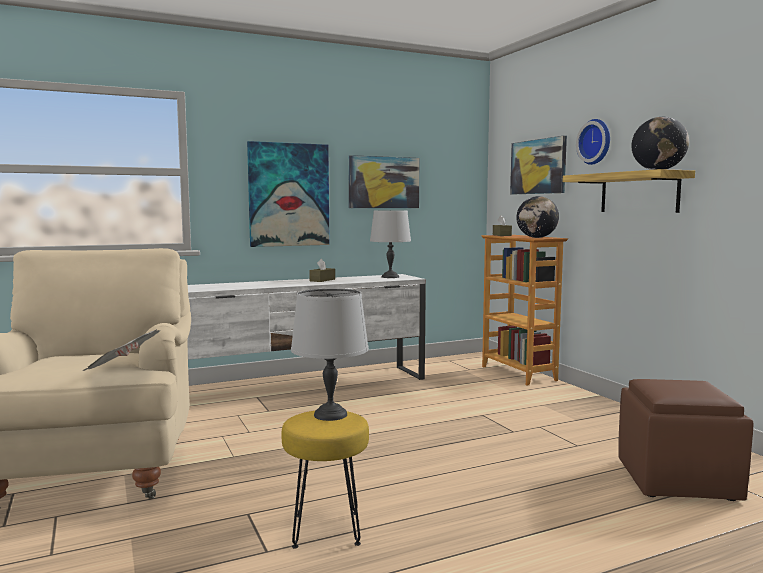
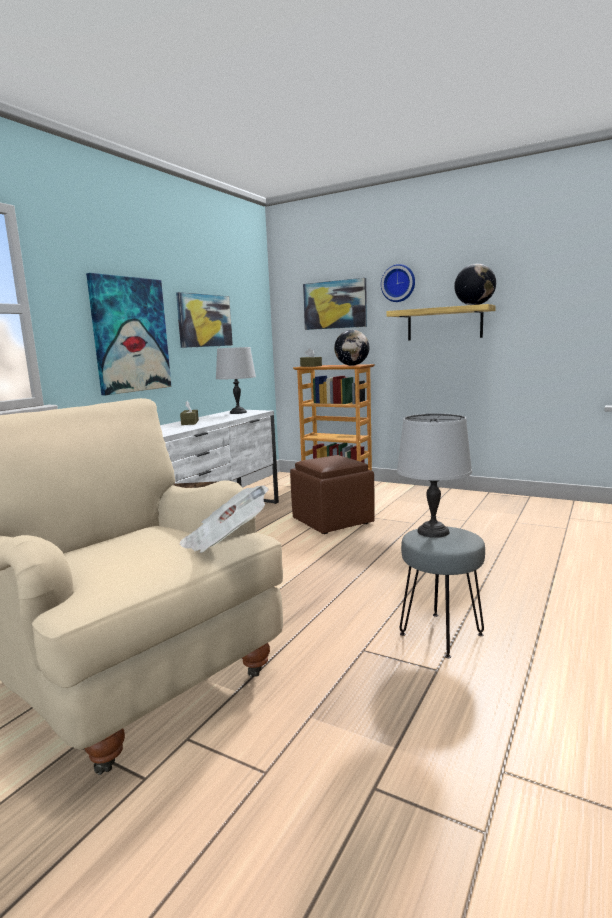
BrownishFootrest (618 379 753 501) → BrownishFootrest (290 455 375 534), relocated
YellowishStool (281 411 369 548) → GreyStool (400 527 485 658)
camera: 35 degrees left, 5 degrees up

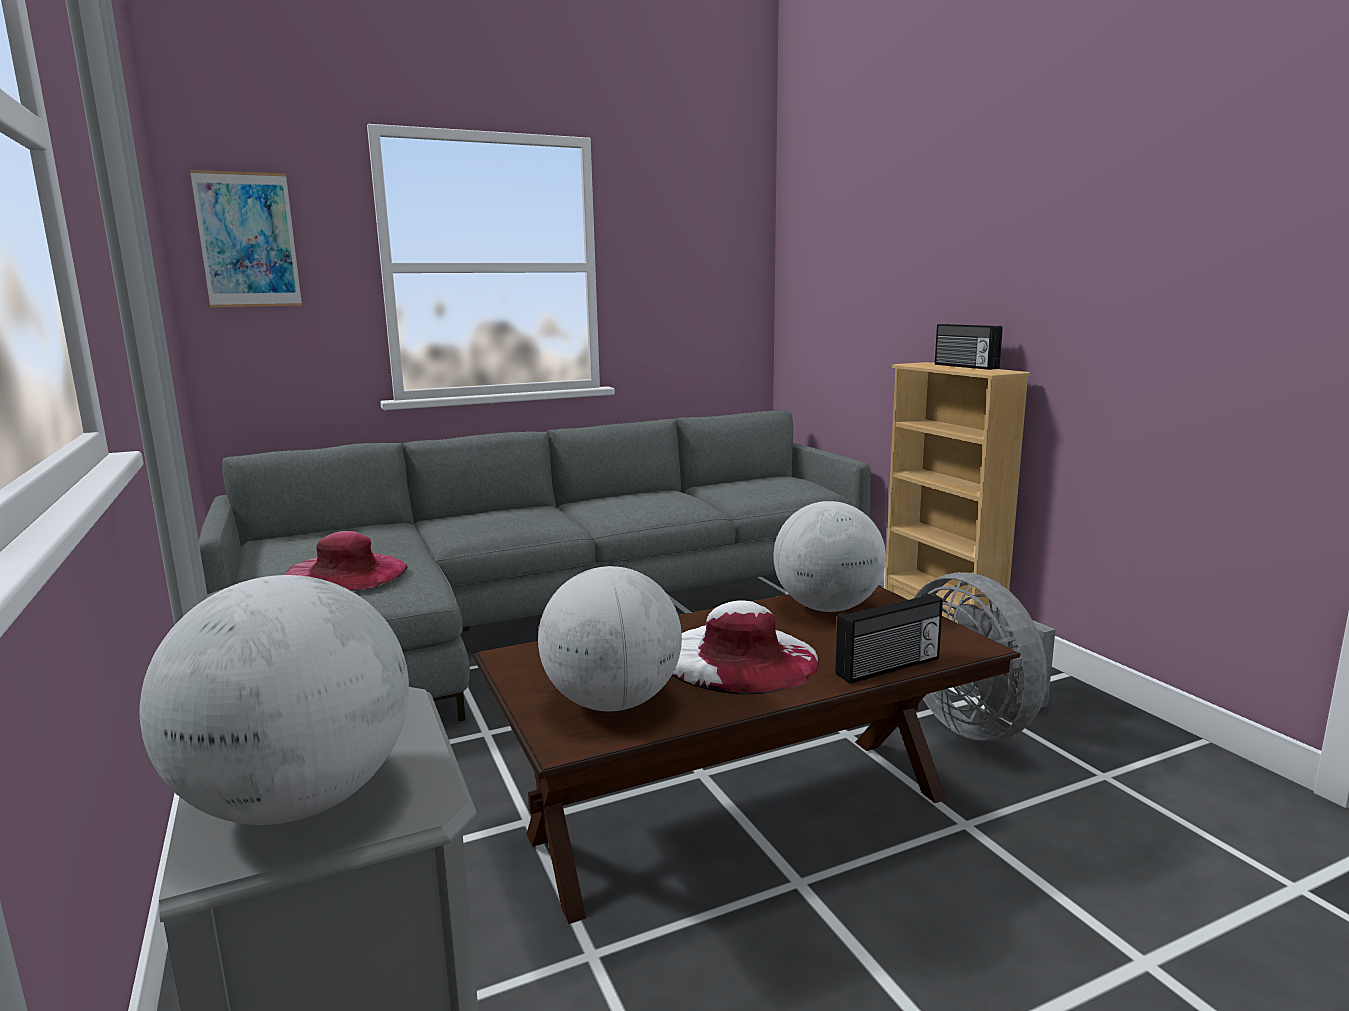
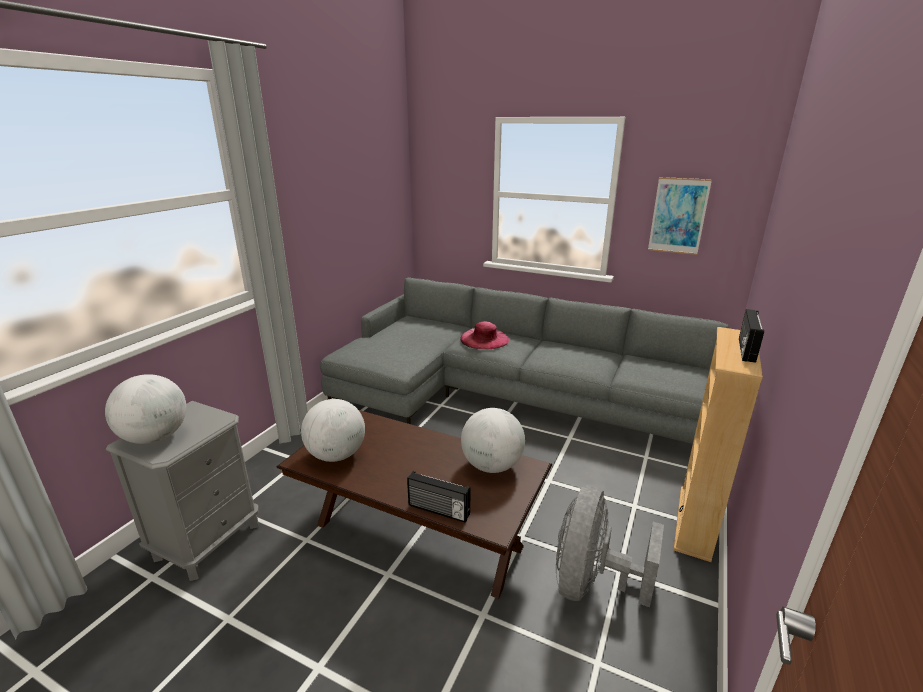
PinkishHat (284 531 408 591) → PinkishHat (460 321 509 350), relocated
WallPicture (190 170 302 307) → WallPicture (648 177 712 255), relocated
WhitishHat (672 601 819 695) → -
camera: 50 degrees right, 10 degrees up

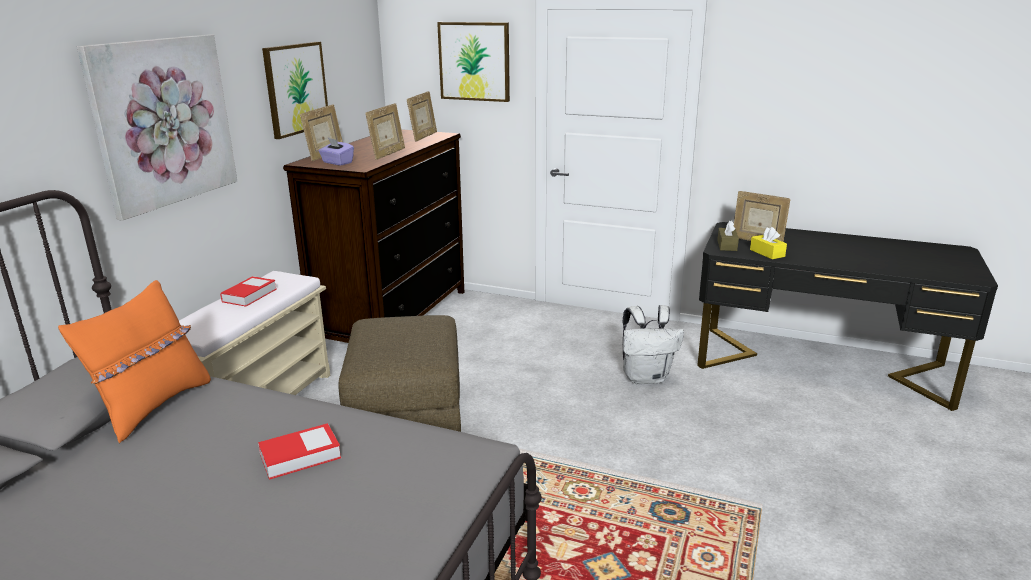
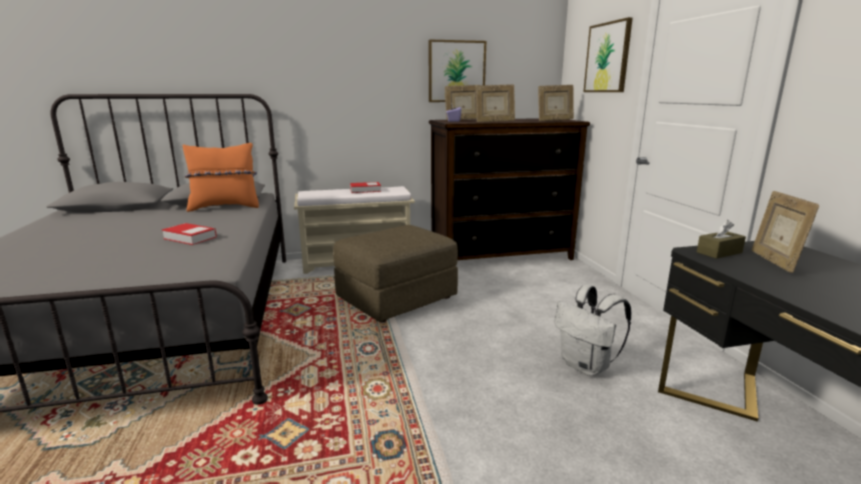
WallPicture (77 34 237 221) → -
YellowishBoxOfTissues (750 227 787 259) → -
camera: 55 degrees right, 5 degrees down

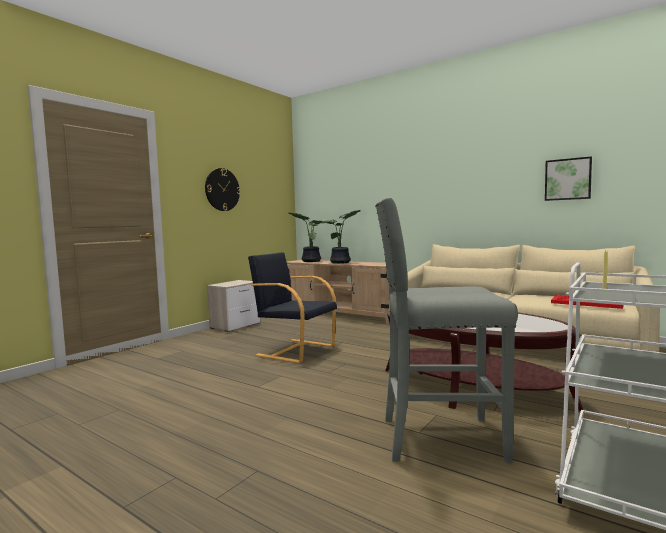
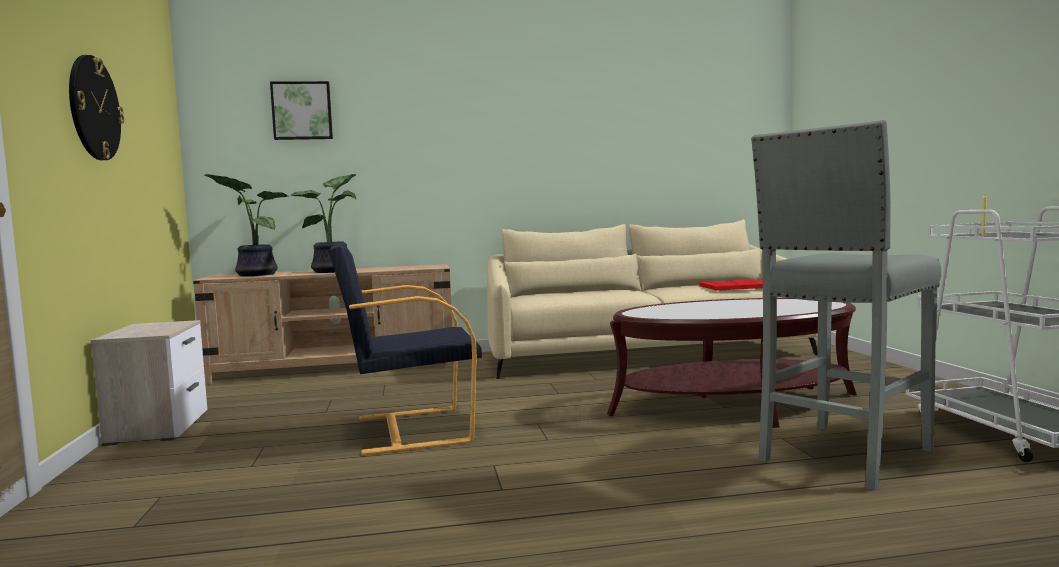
WallPicture (545 156 592 201) → WallPicture (270 81 333 140), relocated
camera: 45 degrees left, 0 degrees up

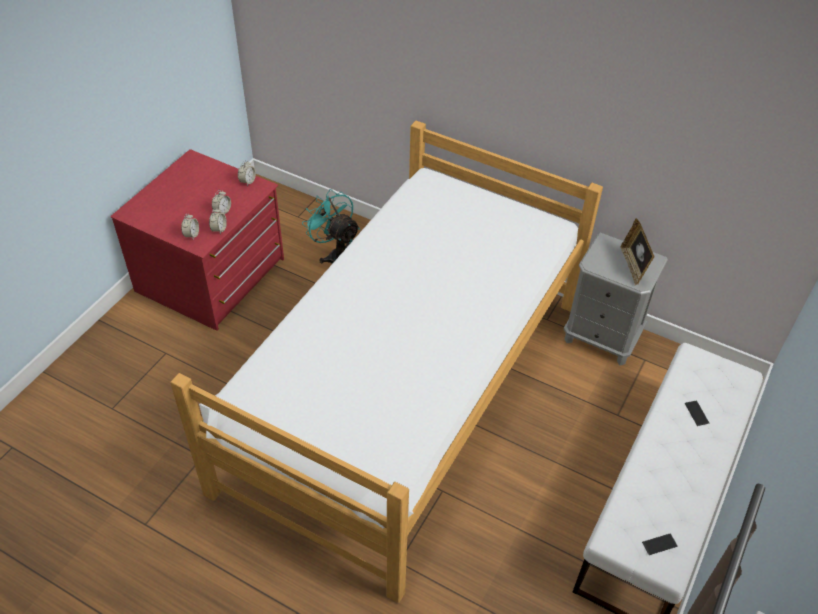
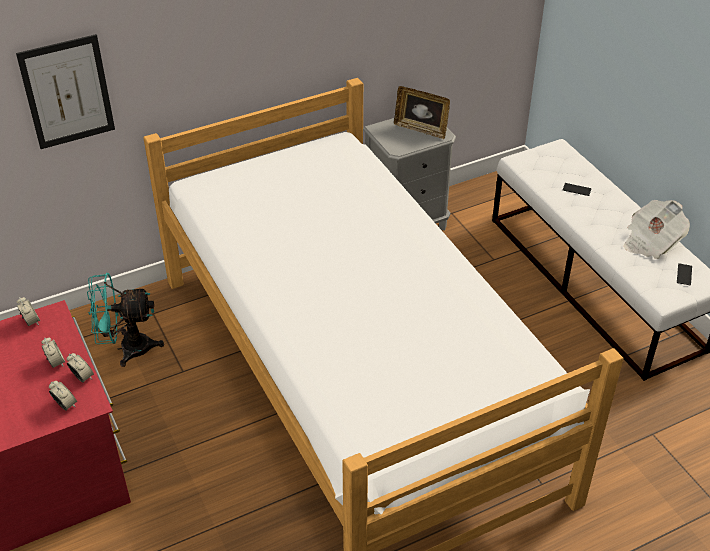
- → WallPicture (16 34 115 149)
- → DailyPaper (623 200 690 259)
camera: 55 degrees left, 5 degrees down

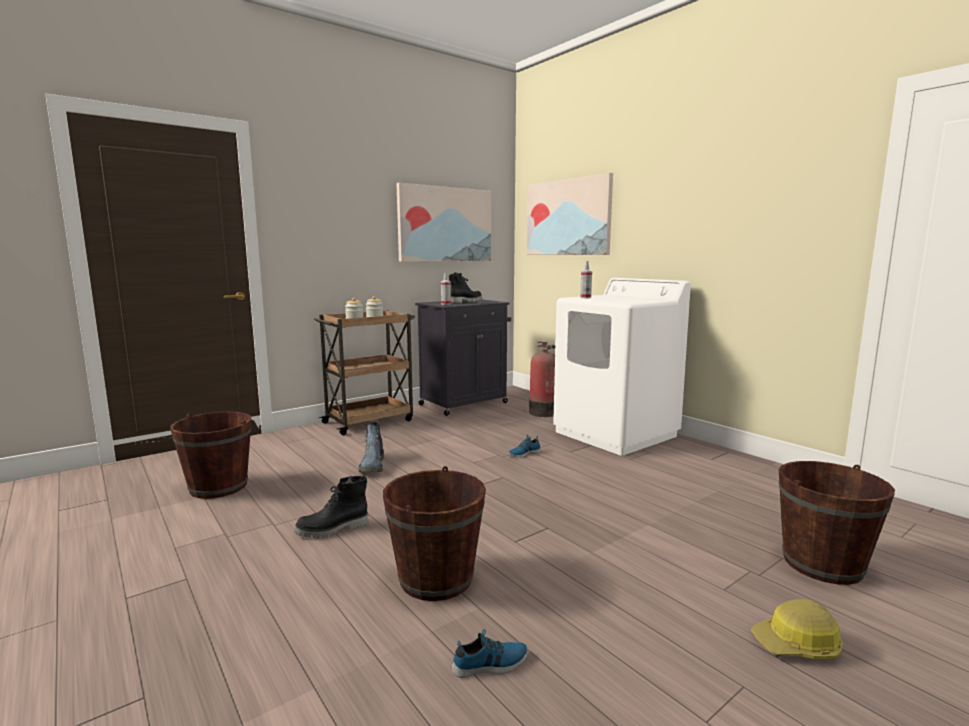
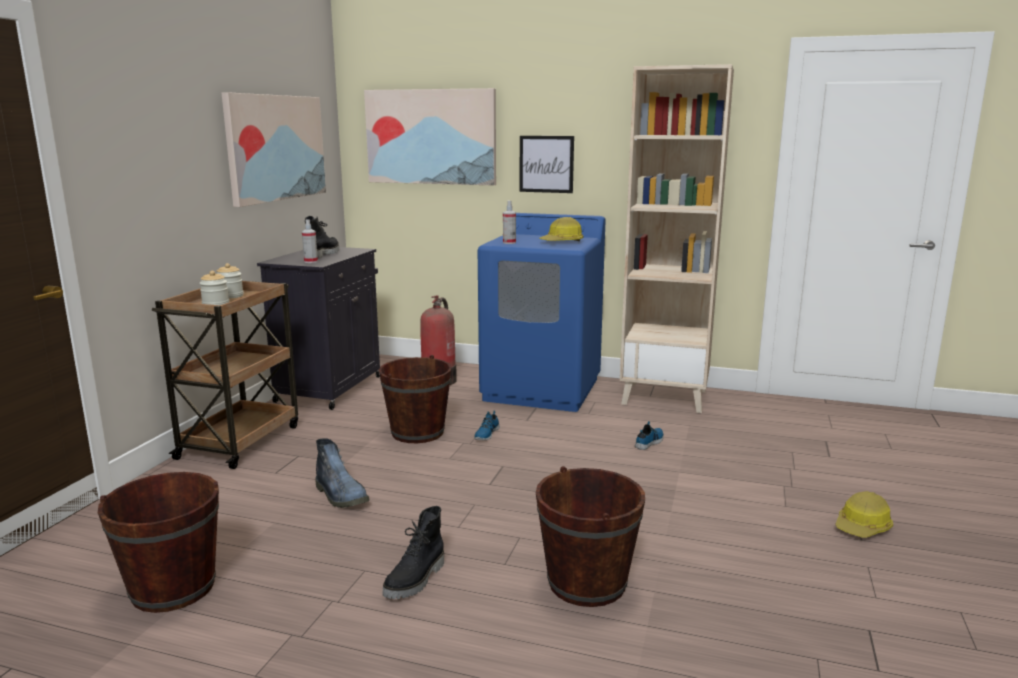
BrownishBucket (779 461 895 585) → BrownishBucket (379 355 452 443), relocated
WhitishWashingMachine (553 278 691 456) → BlueWashingMachine (478 213 606 412)
- → WallPicture (519 136 574 193)
- → WorkHelmet (539 217 584 241)
- → SandColouredShelvingUnit (620 64 734 413)
Shoe (452 629 528 678) → Shoe (635 421 664 450), relocated
camera: 35 degrees left, 5 degrees up

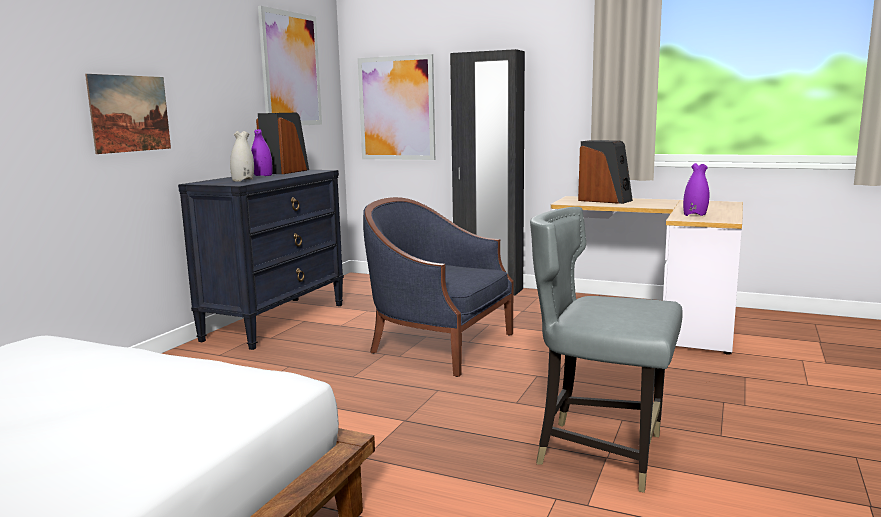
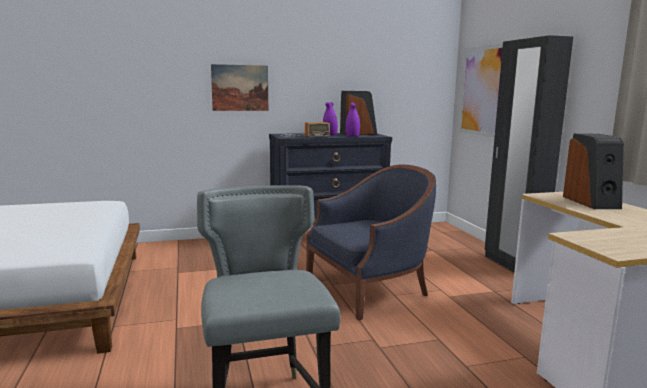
WhitishDecorativeVase (230 131 254 182) → RadioReceiver (283 122 330 137)
BlueArmchair (363 197 513 377) → BlueArmchair (306 164 436 320), 75 degrees clockwise
PurpleDecorativeVase (683 163 709 216) → PurpleDecorativeVase (346 103 360 137), relocated
WallPicture (258 6 322 126) → -
camera: 50 degrees right, 0 degrees up

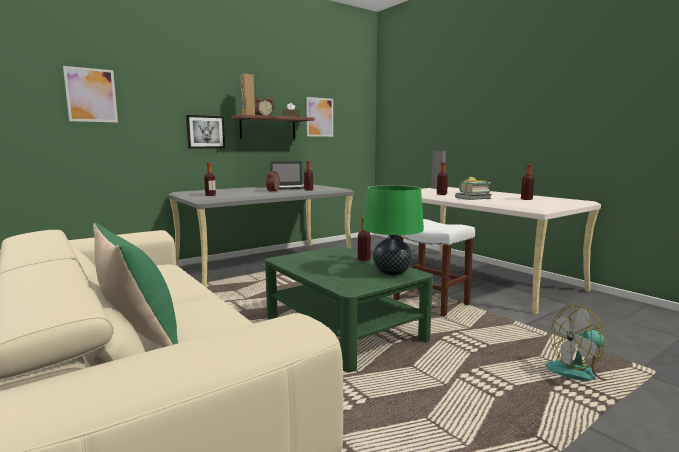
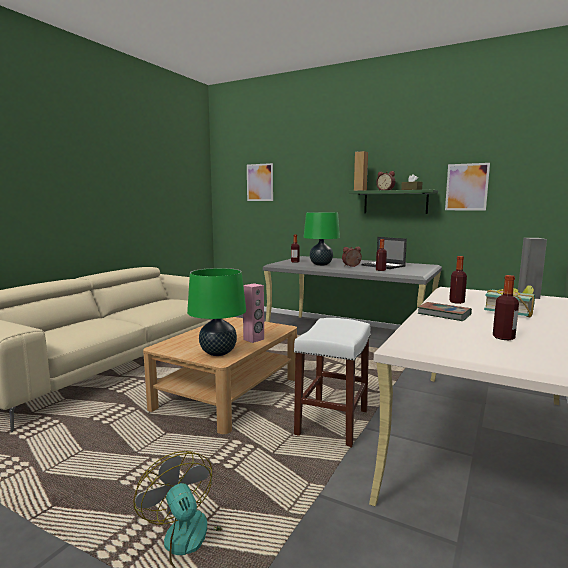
GreenLoungeTable (265 246 433 372) → SandColouredLoungeTable (143 317 297 434)
DrinkBottle (358 218 371 261) → PinkishLoudspeaker (243 283 264 343)
- → GreenLampForATable (303 212 340 266)
BrownishWallShelf (231 114 315 139) → GreenWallShelf (348 190 438 214)
GreenPillow (93 223 178 347) → -
WallPicture (186 115 225 149) → -
camera: 65 degrees right, 0 degrees up

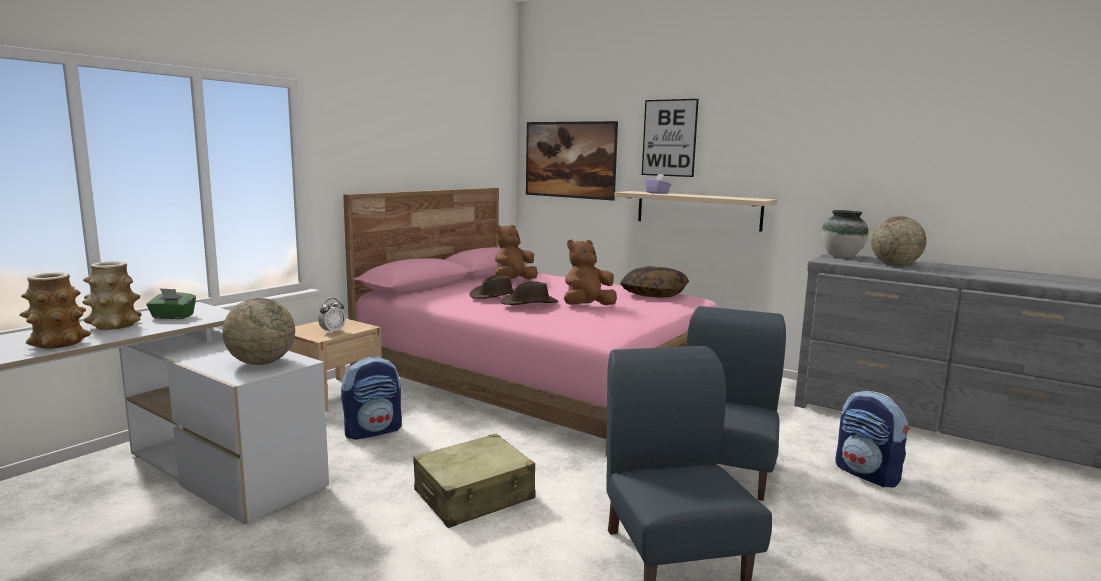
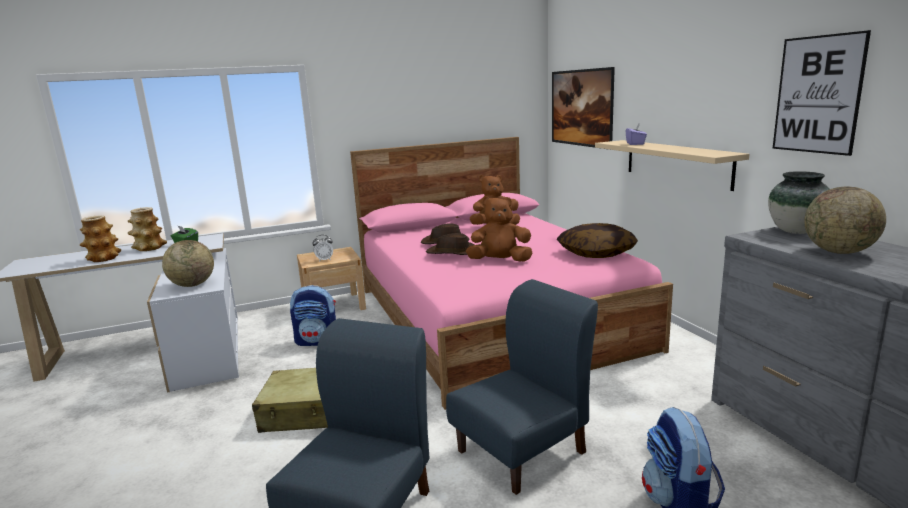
WallPicture (642 99 699 177) → WallPicture (773 30 871 156), relocated
camera: 35 degrees right, 5 degrees up

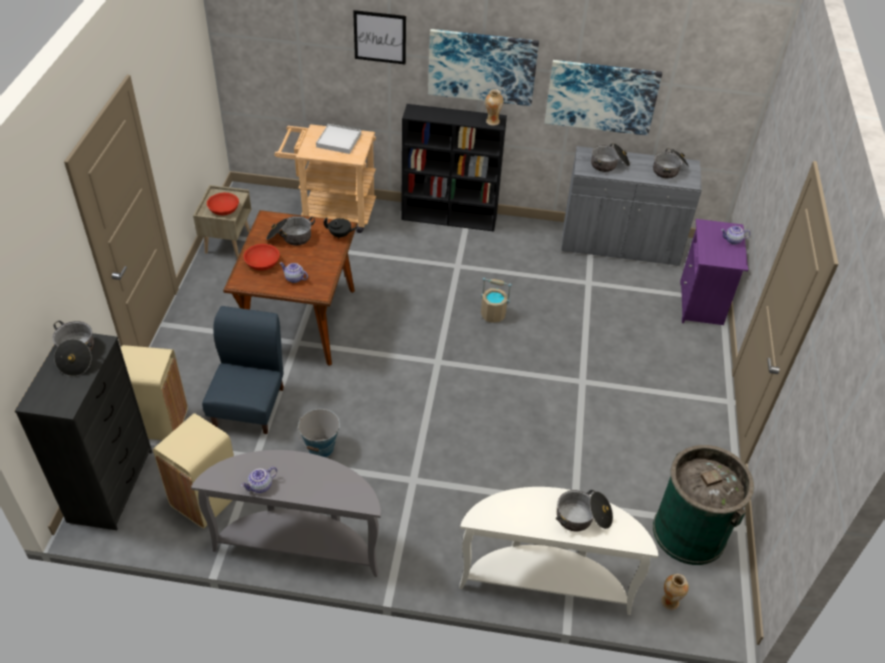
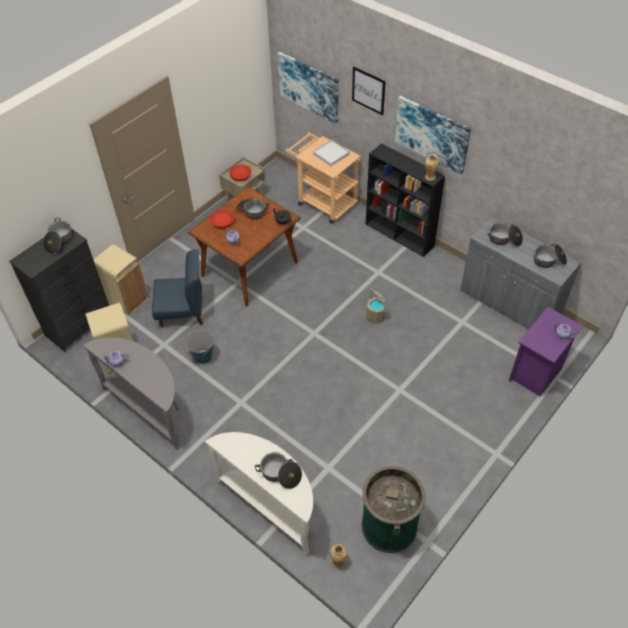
BlueUprightChair (202 306 284 434) → BlueUprightChair (152 249 203 327), 45 degrees clockwise
WallPicture (545 60 662 136) → WallPicture (278 52 339 124), relocated
camera: 35 degrees right, 5 degrees up

